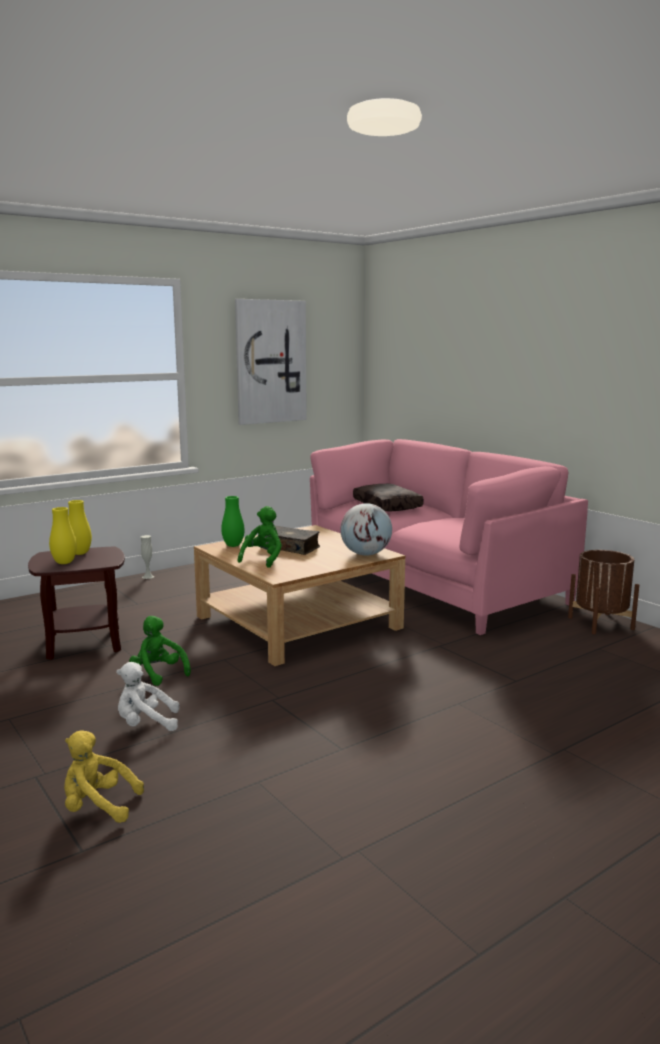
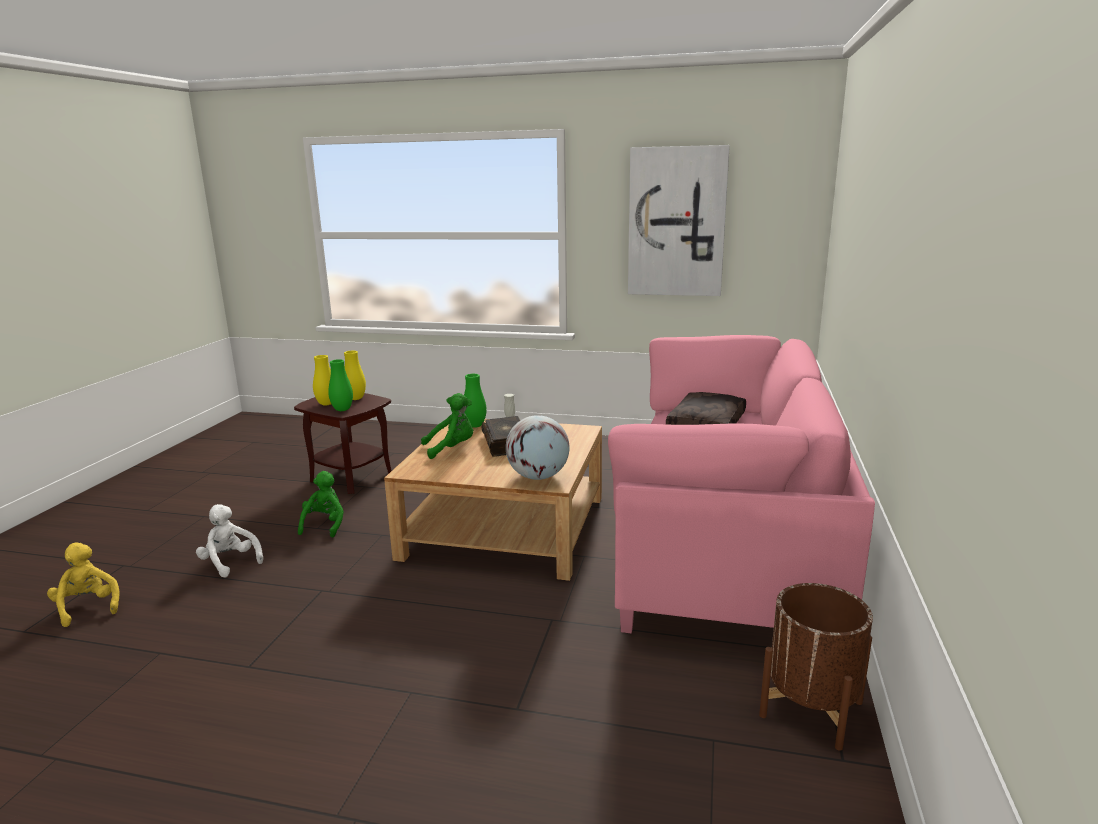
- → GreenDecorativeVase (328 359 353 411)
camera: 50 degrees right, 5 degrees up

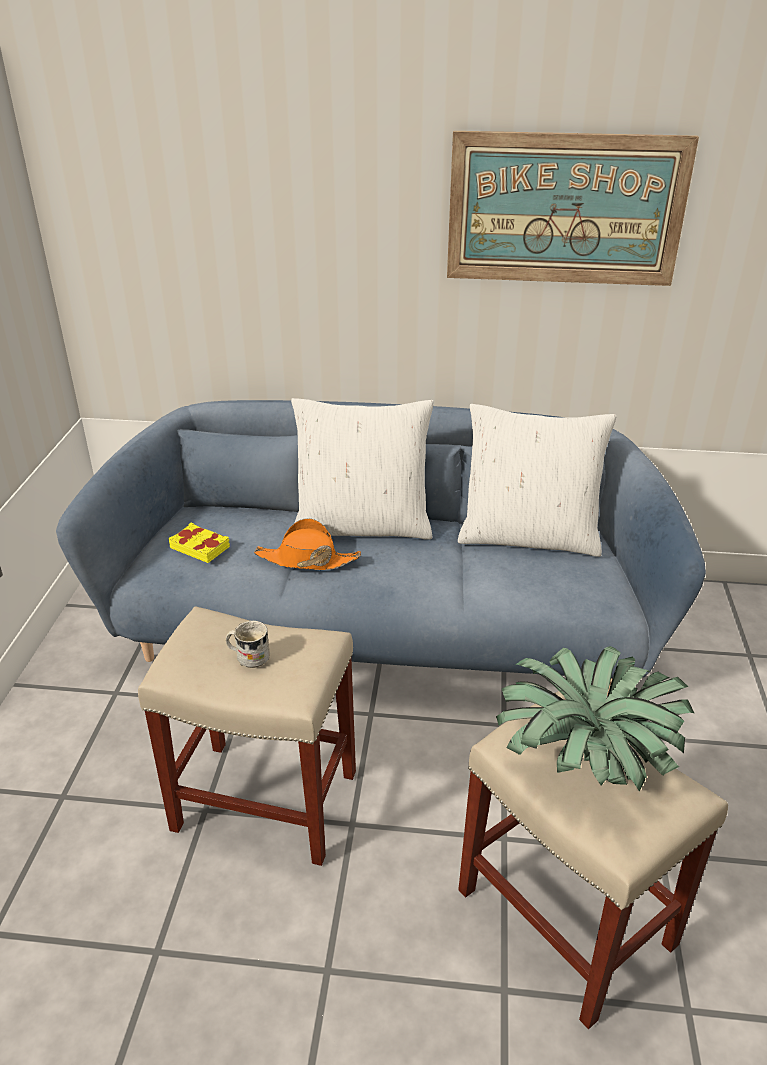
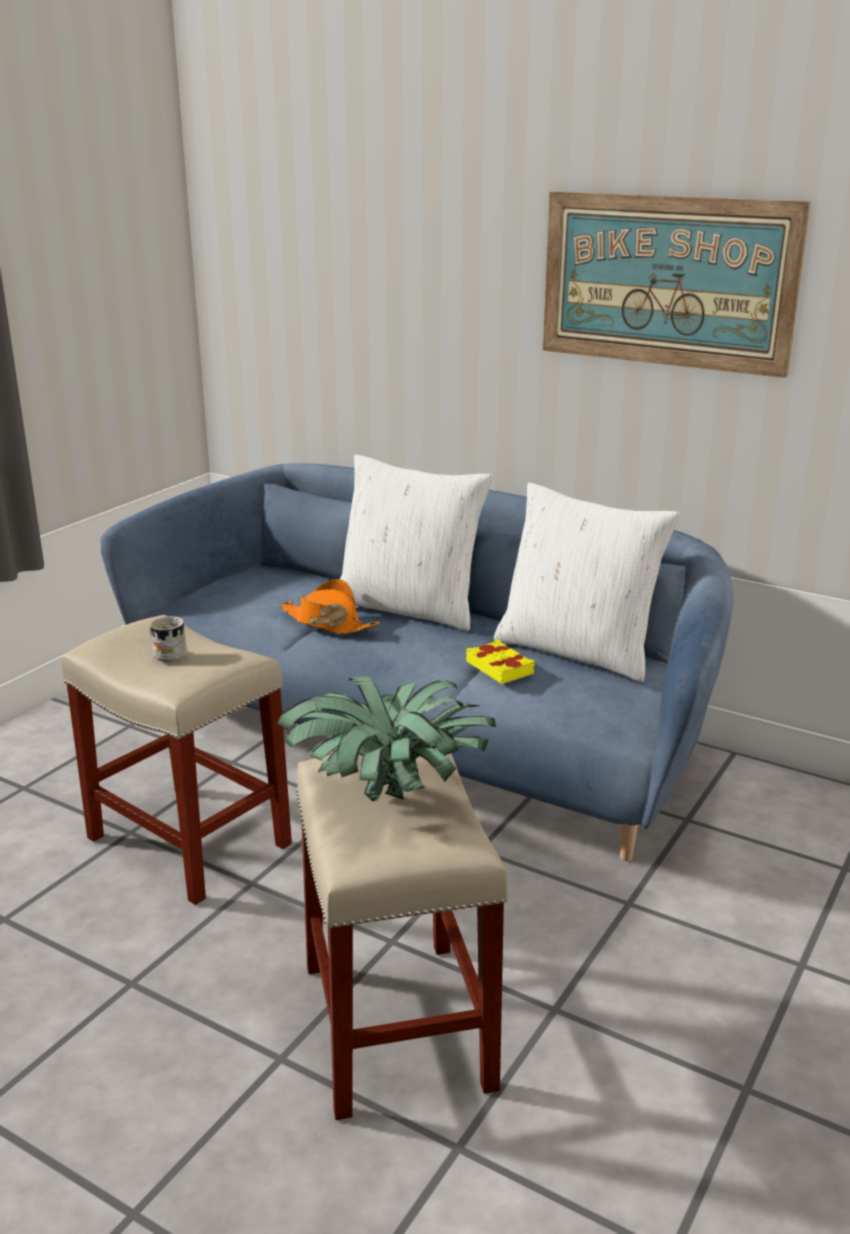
YellowishVolume (168 523 230 563) → YellowishVolume (466 639 534 684), relocated
camera: 25 degrees right, 10 degrees down

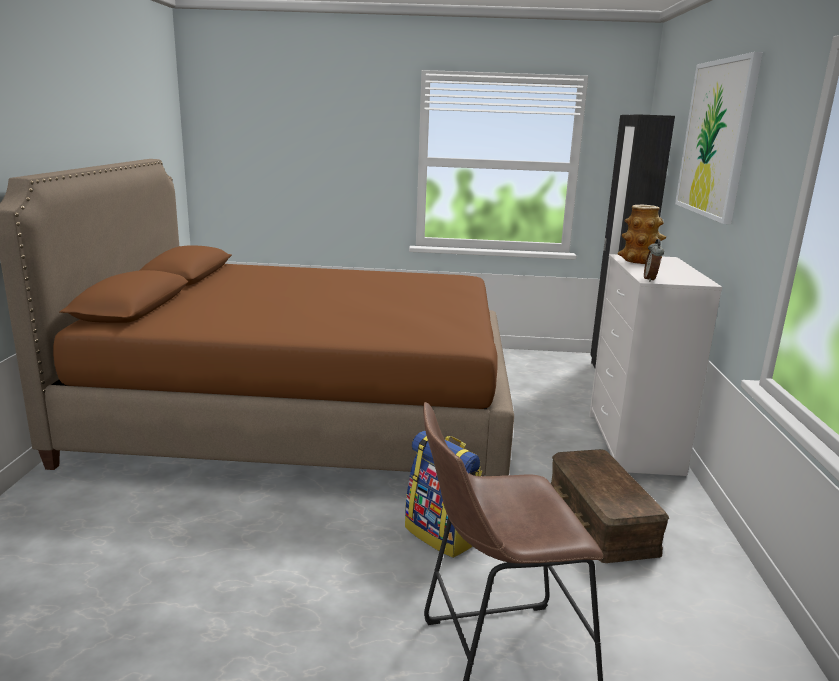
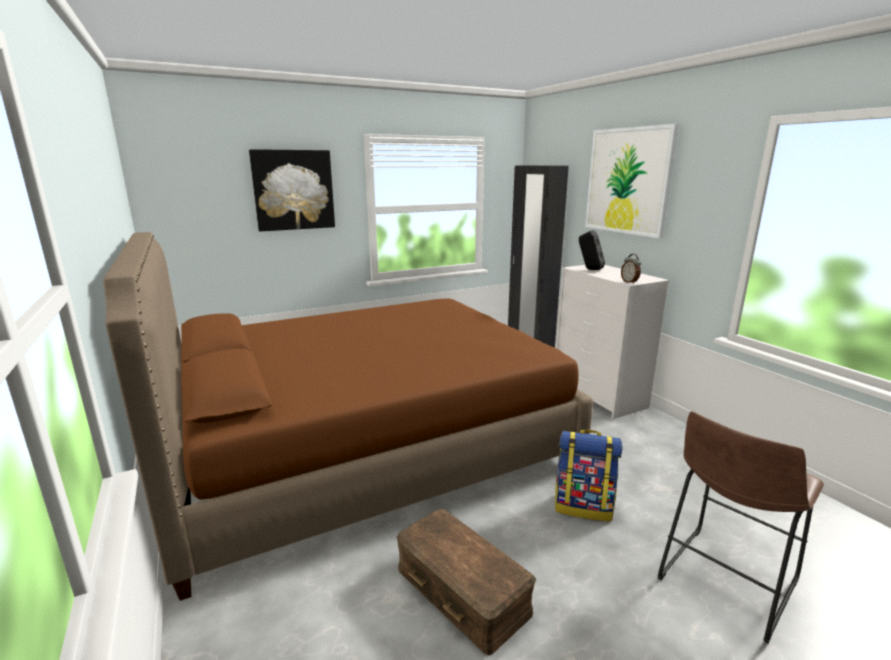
- → WallPicture (249 149 335 231)
BrownishStorageBin (550 449 669 563) → BrownishStorageBin (397 509 536 656), relocated
DecorativeVase (617 204 666 264) → BlackishLoudspeaker (579 230 605 270)
camera: 30 degrees left, 0 degrees up

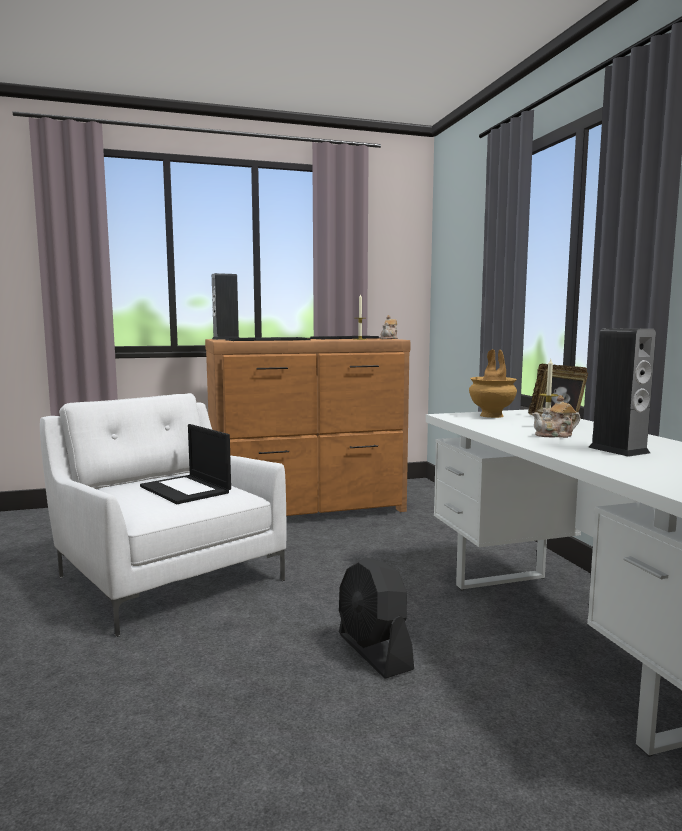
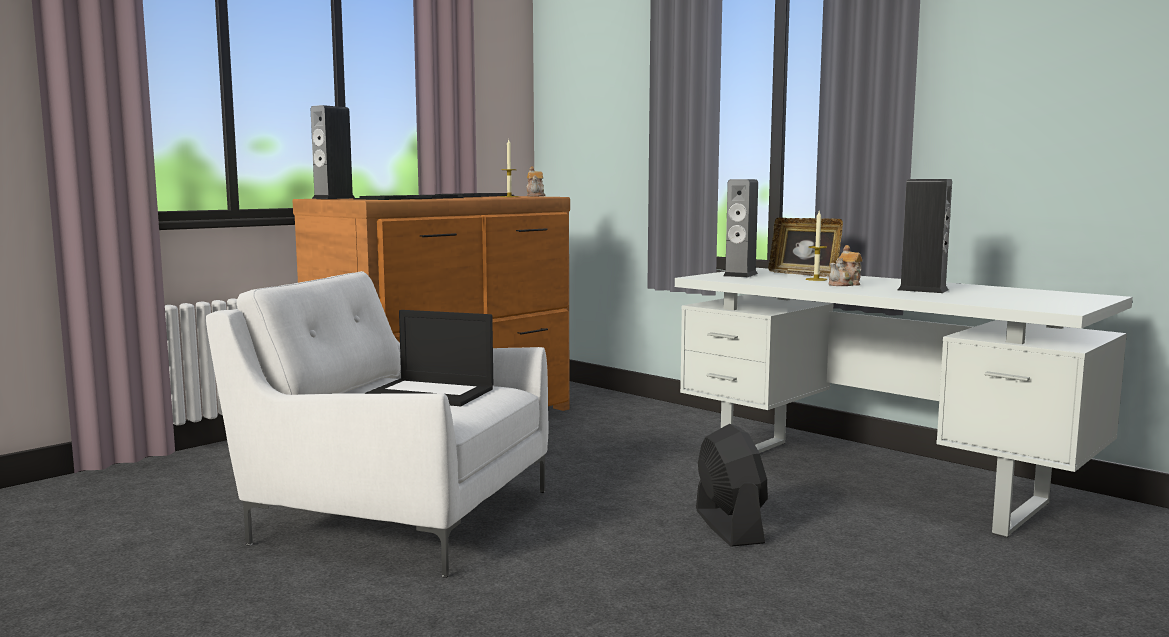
BlackishFan (339 557 414 679) → BlackishFan (696 424 768 547), 135 degrees counterclockwise
BrownishDecorativeVase (469 349 517 418) → Loudspeaker (723 179 758 277)
camera: 30 degrees left, 0 degrees up

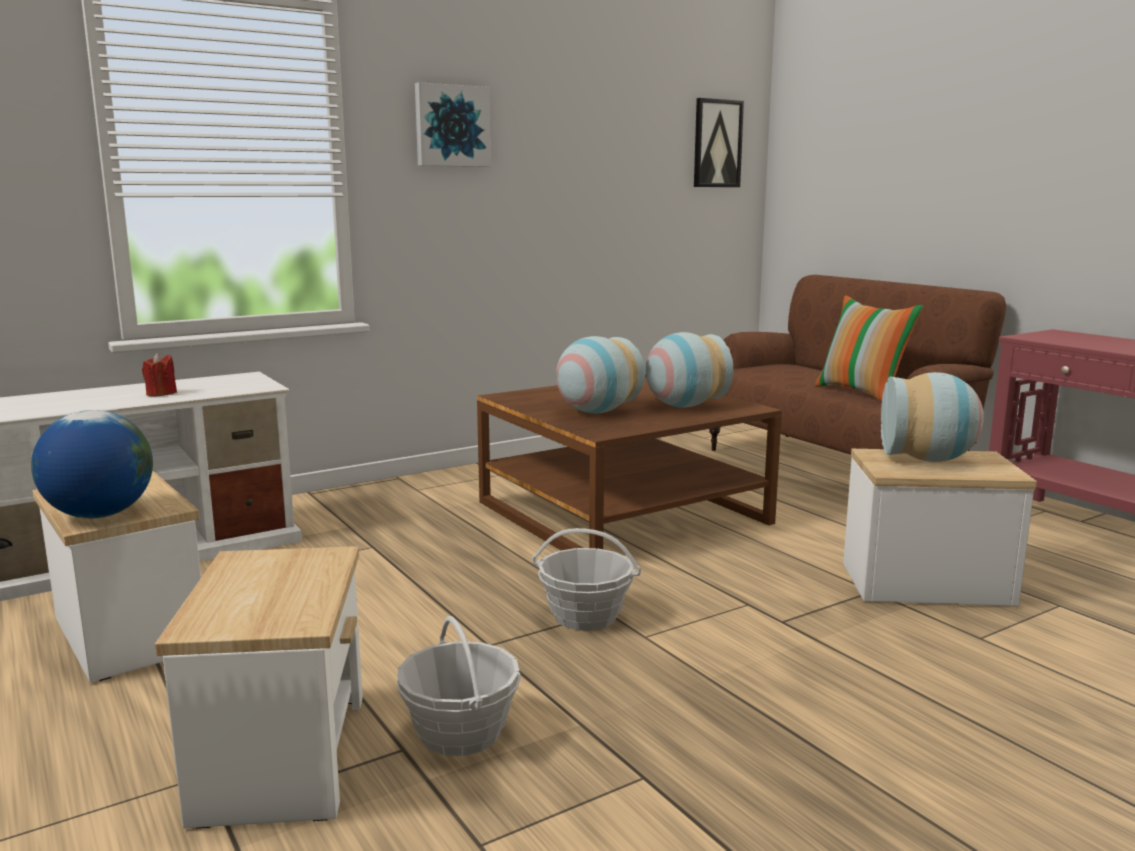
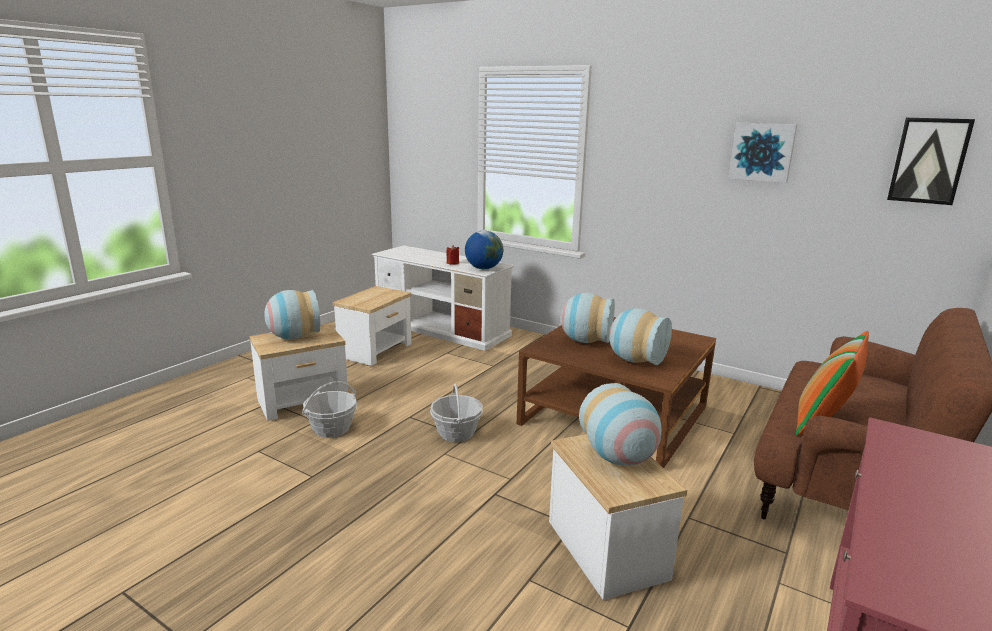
- → DecorativeVase (264 290 320 339)
Globe (31 410 153 518) → Globe (465 231 503 269), relocated
WallPicture (415 82 491 167) → WallPicture (728 122 797 183), relocated
camera: 65 degrees right, 5 degrees up

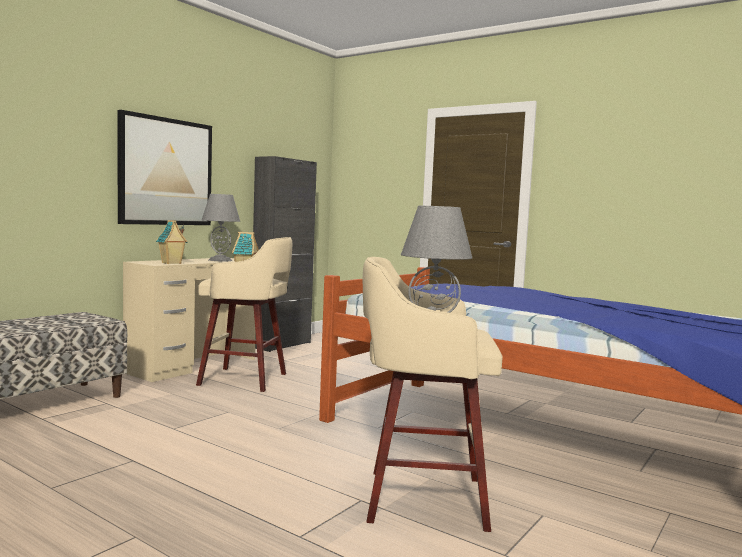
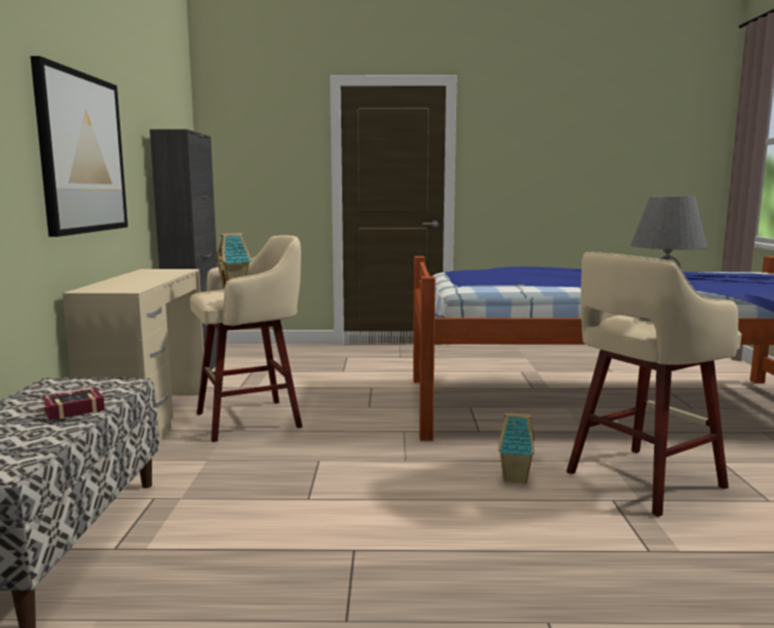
- → Volume (42 388 105 420)
ModelHouse (156 220 188 264) → ModelHouse (498 413 535 484), relocated
GreyLampForATable (202 194 240 261) → -
camera: 35 degrees left, 5 degrees up

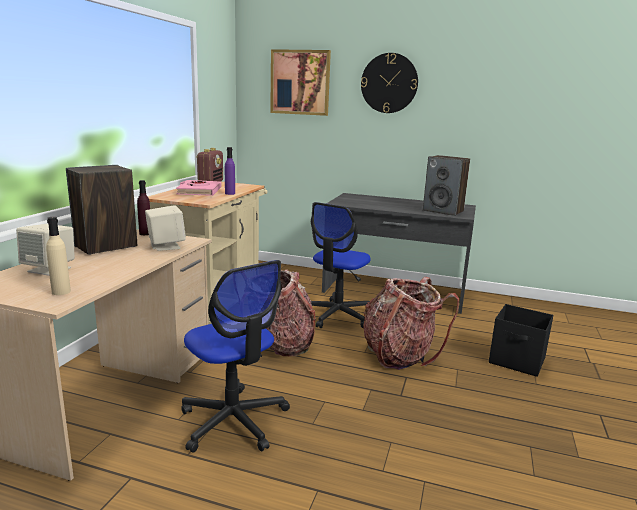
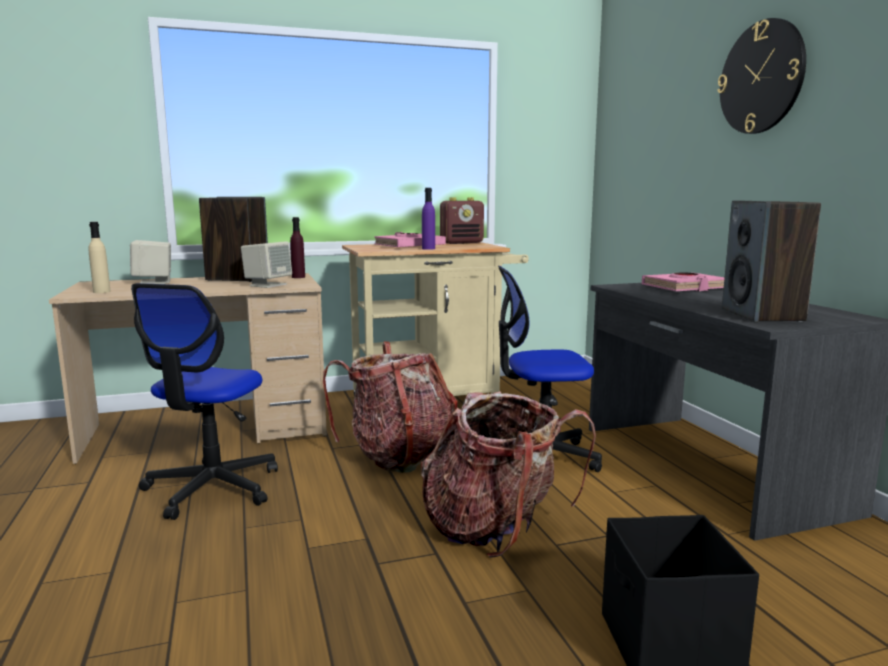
- → PinkishVolume (642 273 725 291)
WallPicture (270 49 331 116) → -
camera: 55 degrees right, 5 degrees down

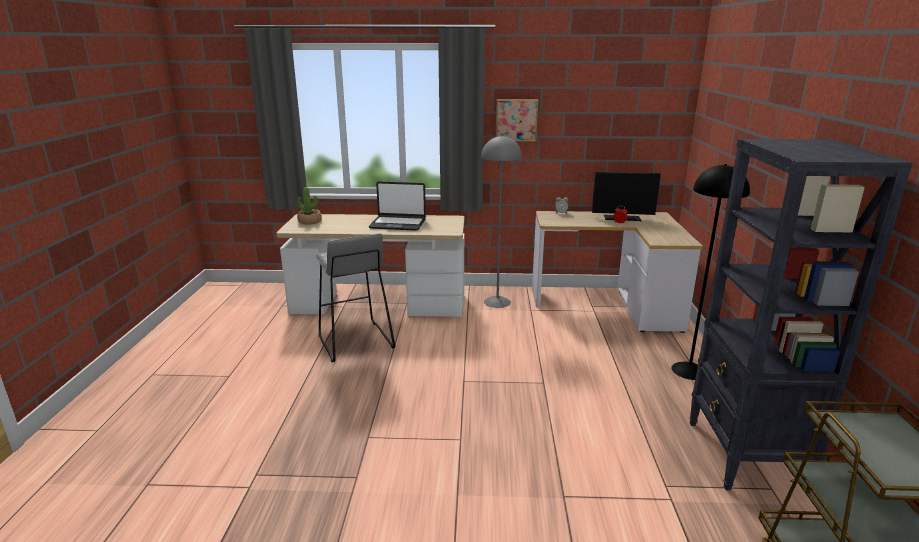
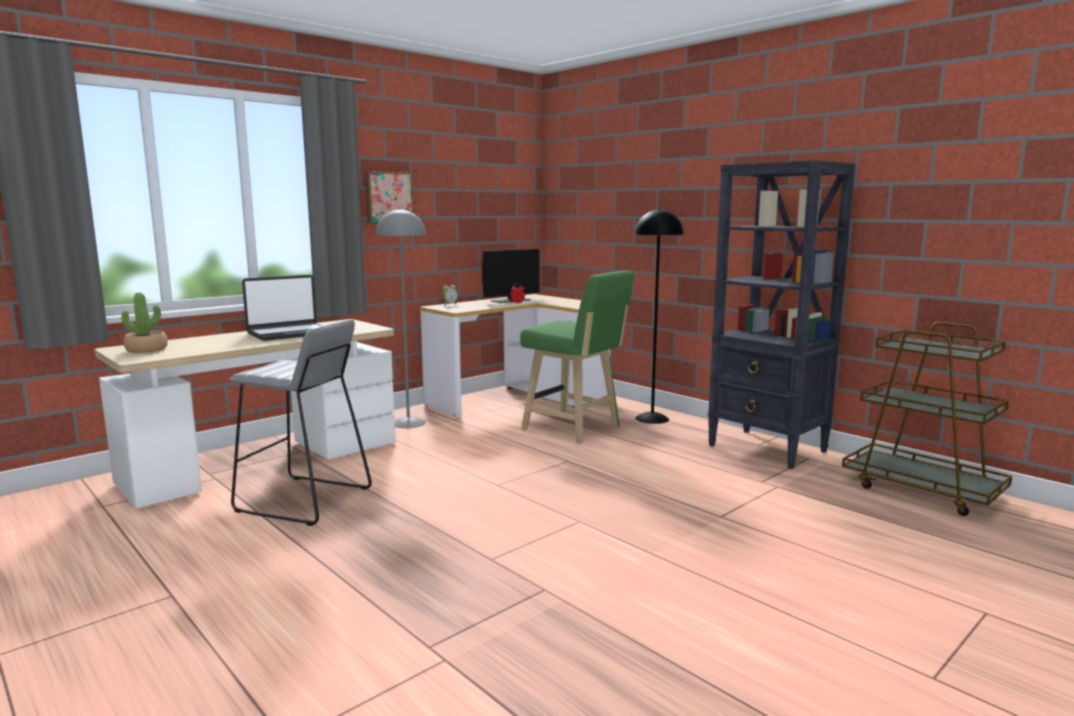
- → GreenStool (520 271 634 444)
camera: 45 degrees left, 10 degrees down

